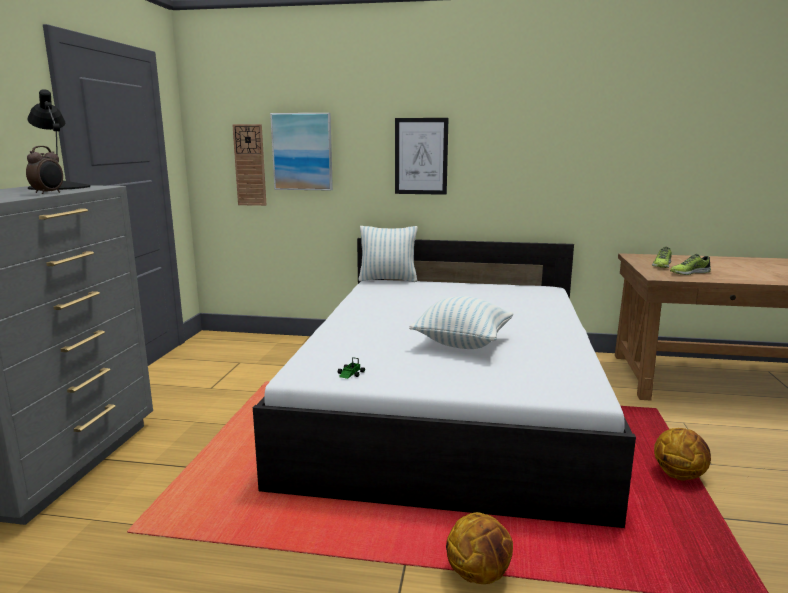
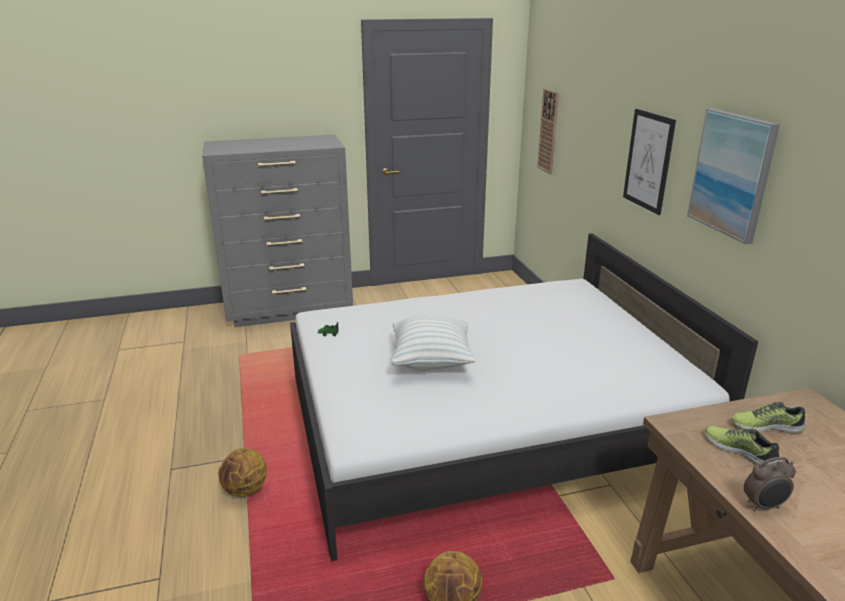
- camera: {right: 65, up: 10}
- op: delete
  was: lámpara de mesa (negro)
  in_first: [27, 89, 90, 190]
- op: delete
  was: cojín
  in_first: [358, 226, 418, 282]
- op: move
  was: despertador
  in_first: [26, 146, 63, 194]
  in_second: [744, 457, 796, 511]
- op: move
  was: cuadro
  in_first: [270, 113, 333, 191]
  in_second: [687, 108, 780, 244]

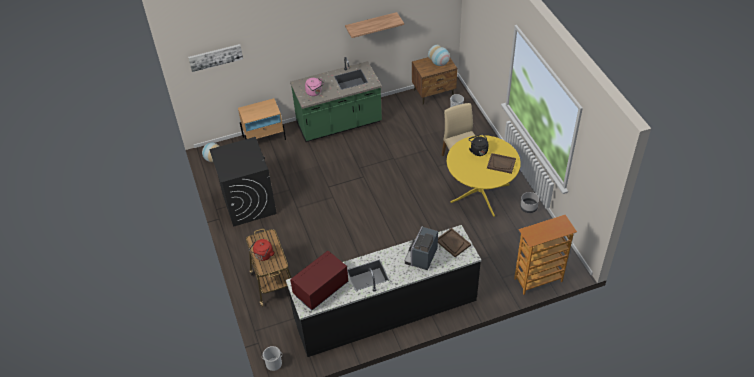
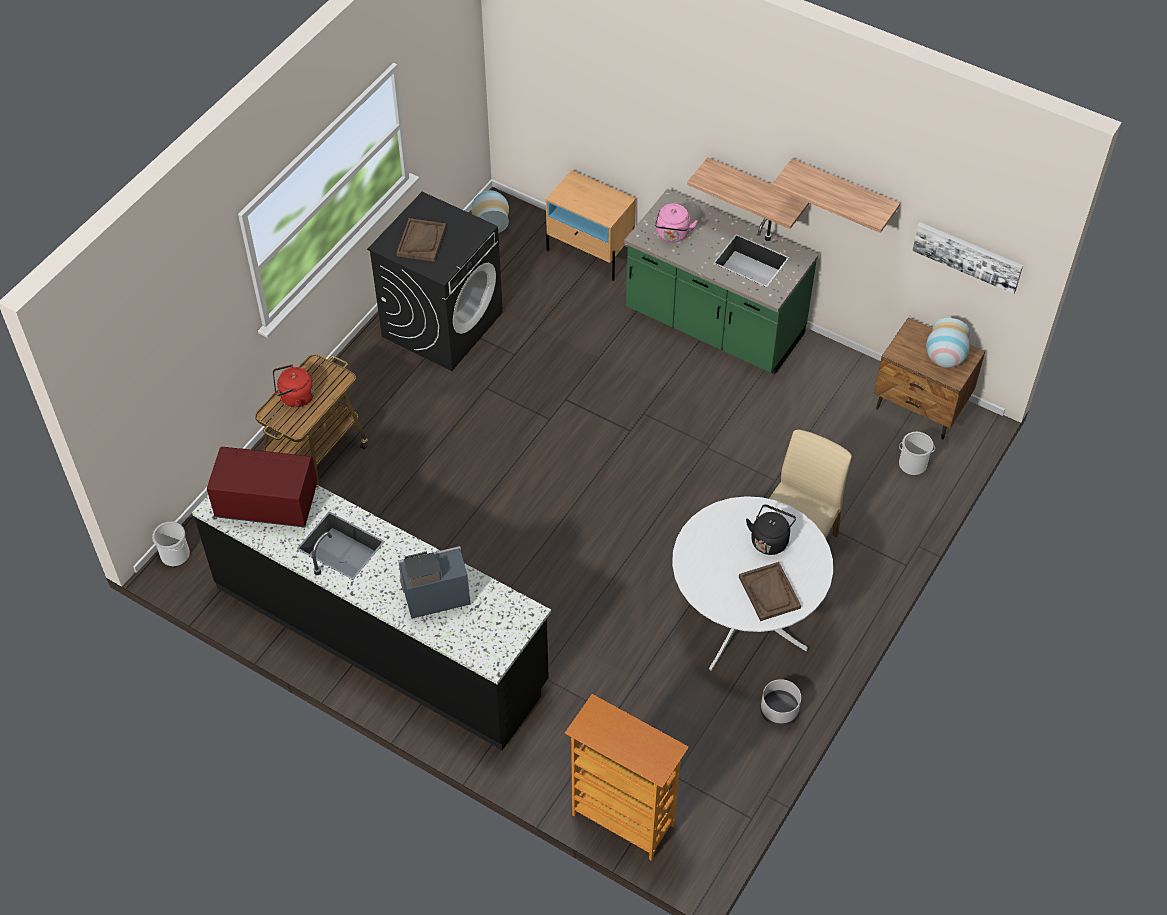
- camera: {right: 50, up: 5}
- op: insert
  now: estante
  in_second: [687, 157, 810, 229]
- op: move
  was: cuadro
  in_first: [188, 44, 243, 72]
  in_second: [912, 222, 1023, 294]
- op: move
  was: bandeja (marrón)
  in_first: [438, 228, 471, 257]
  in_second: [397, 218, 446, 262]
- op: recolor
  was: mesa de comedor (amarillo)
  now: mesa de comedor (blanco)
  in_first: [447, 135, 521, 217]
  in_second: [672, 496, 833, 671]

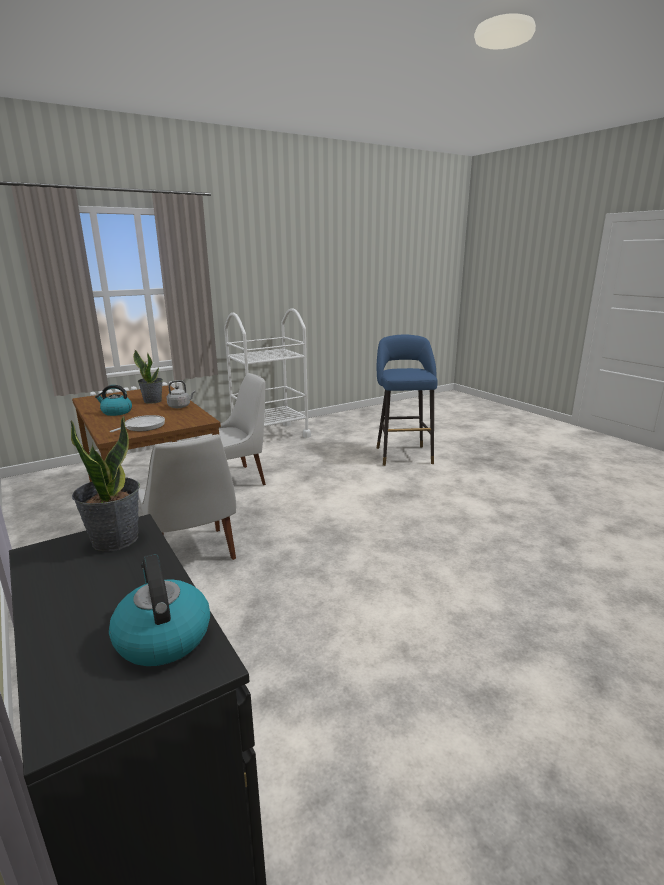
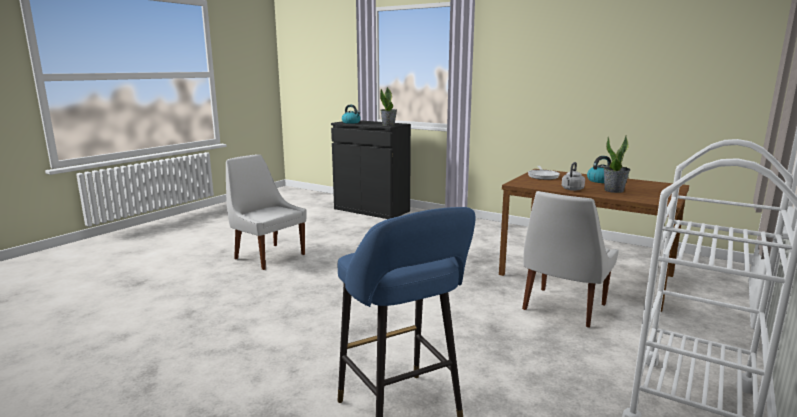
- camera: {right: 155, up: -5}
- op: move
  was: silla (blanco)
  in_first: [138, 434, 236, 560]
  in_second: [226, 154, 307, 270]

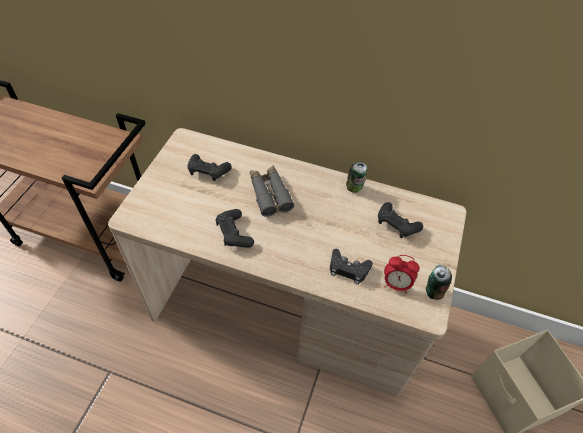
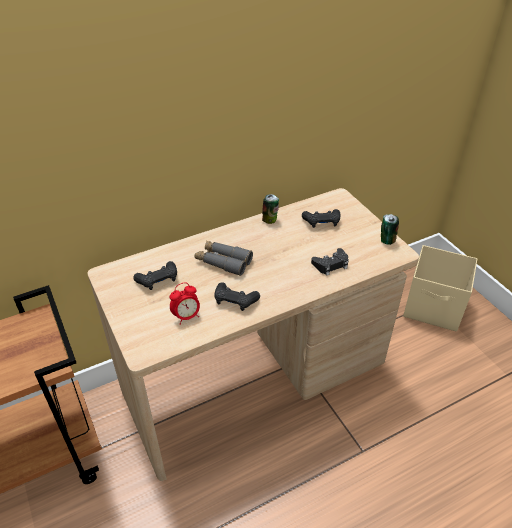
- camera: {right: -45, up: -10}
- op: move
  was: despertador
  in_first: [384, 255, 419, 294]
  in_second: [169, 283, 200, 325]

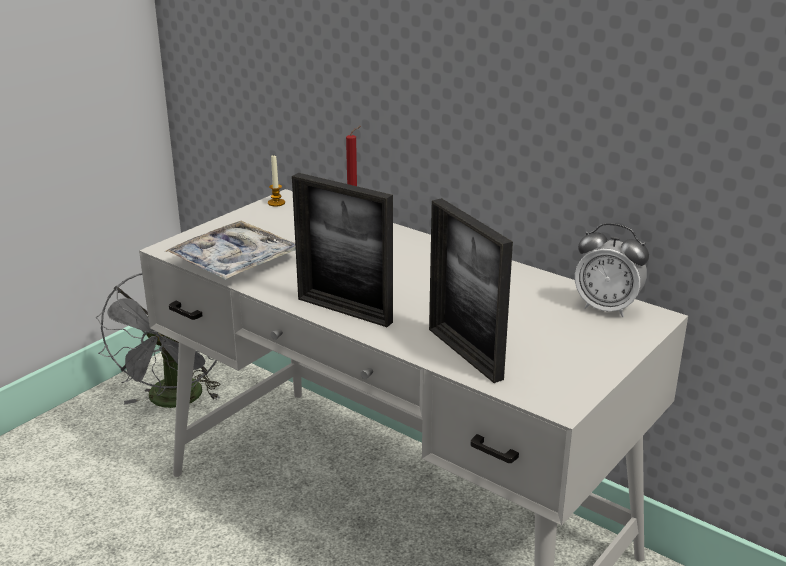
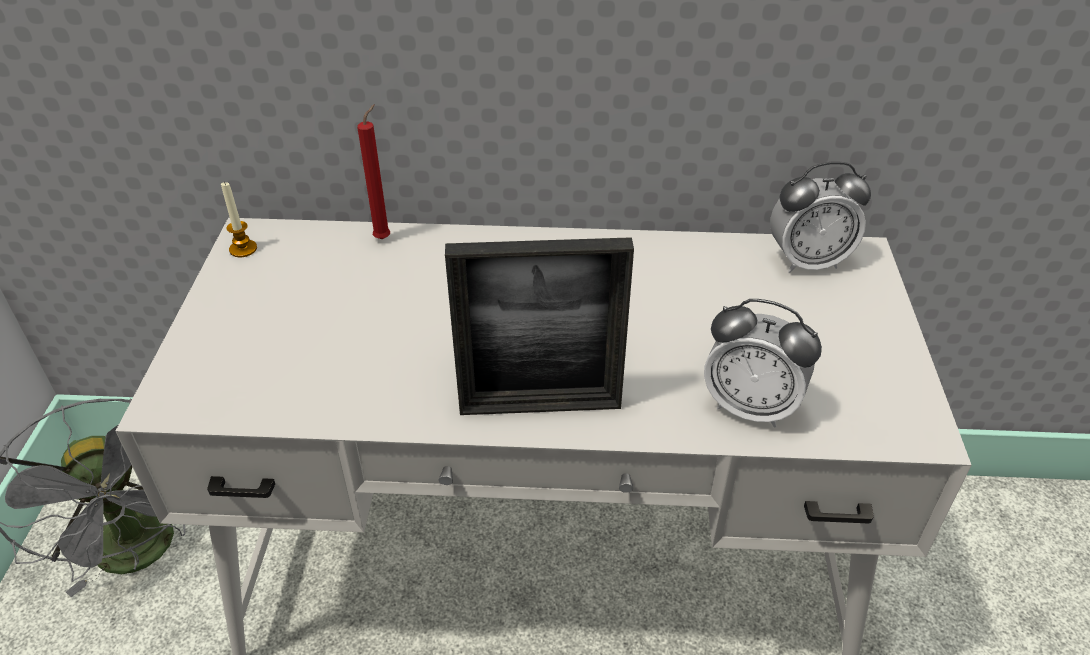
- camera: {right: -35, up: 15}
- op: delete
  was: bandeja
  in_first: [165, 221, 296, 280]
- op: replace
  was: portarretratos
  now: despertador
  in_first: [429, 198, 513, 383]
  in_second: [704, 299, 822, 428]

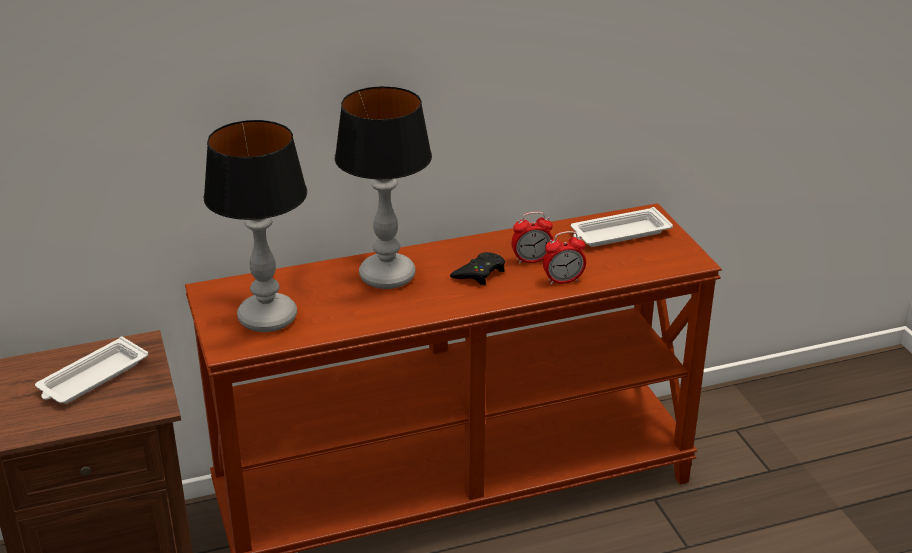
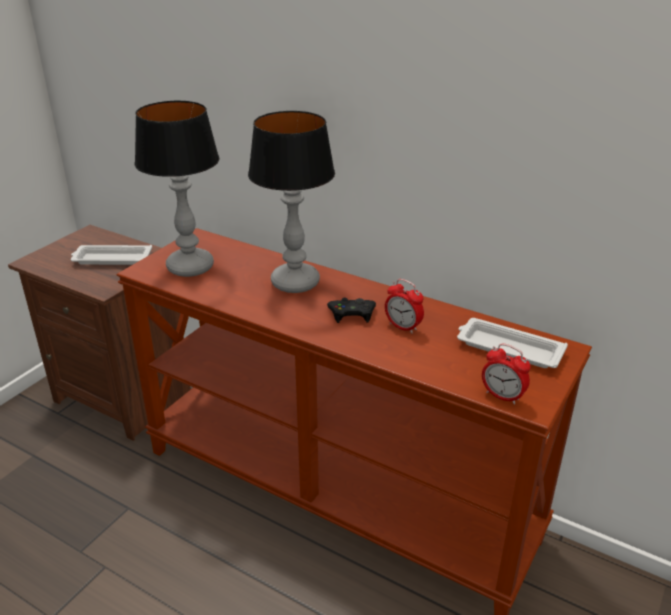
- camera: {right: 50, up: 0}
- op: move
  was: despertador
  in_first: [543, 231, 586, 285]
  in_second: [482, 344, 531, 405]

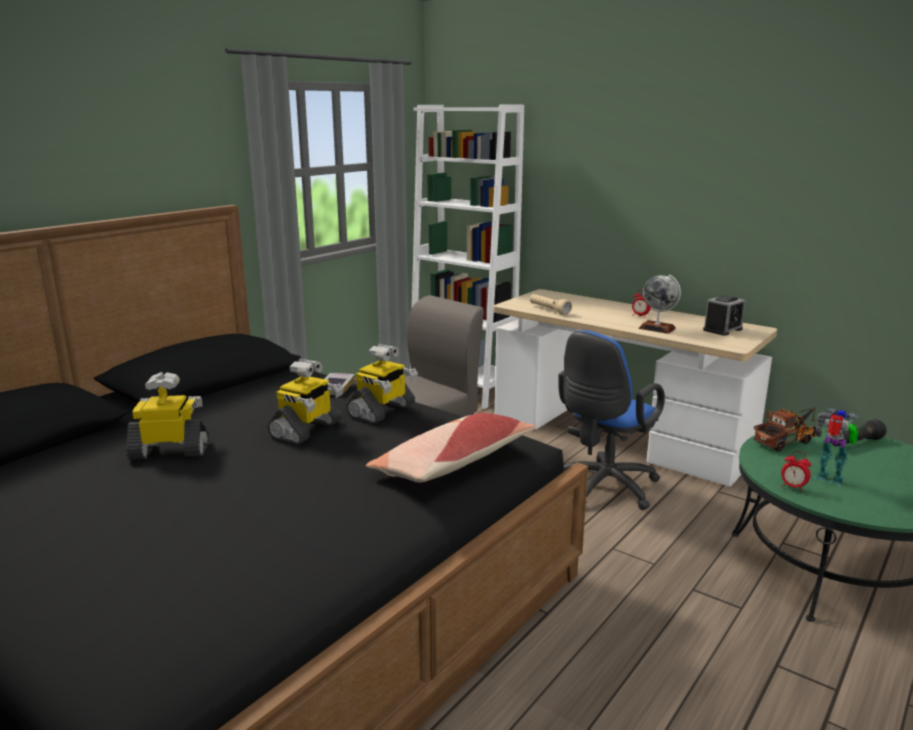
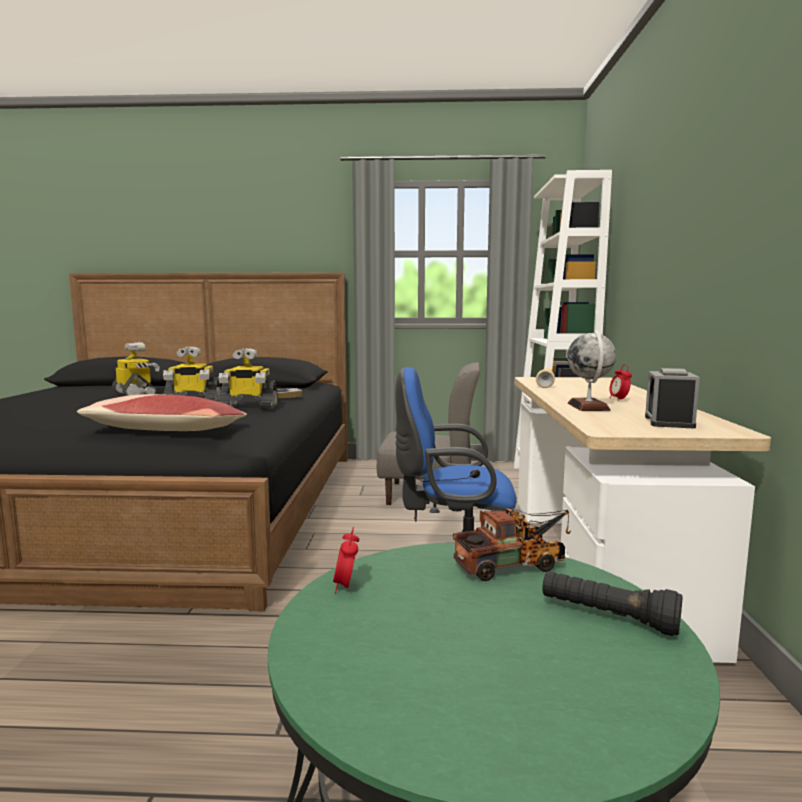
- camera: {right: 55, up: -10}
- op: delete
  was: robot de juguete
  in_first: [813, 408, 860, 486]
- op: rotate
  was: despertador
  in_first: [703, 295, 746, 336]
  in_second: [645, 368, 700, 428]
  clockwise: 90
- op: rotate
  was: camión de juguete
  in_first: [753, 407, 816, 452]
  in_second: [453, 508, 571, 581]
  clockwise: -45

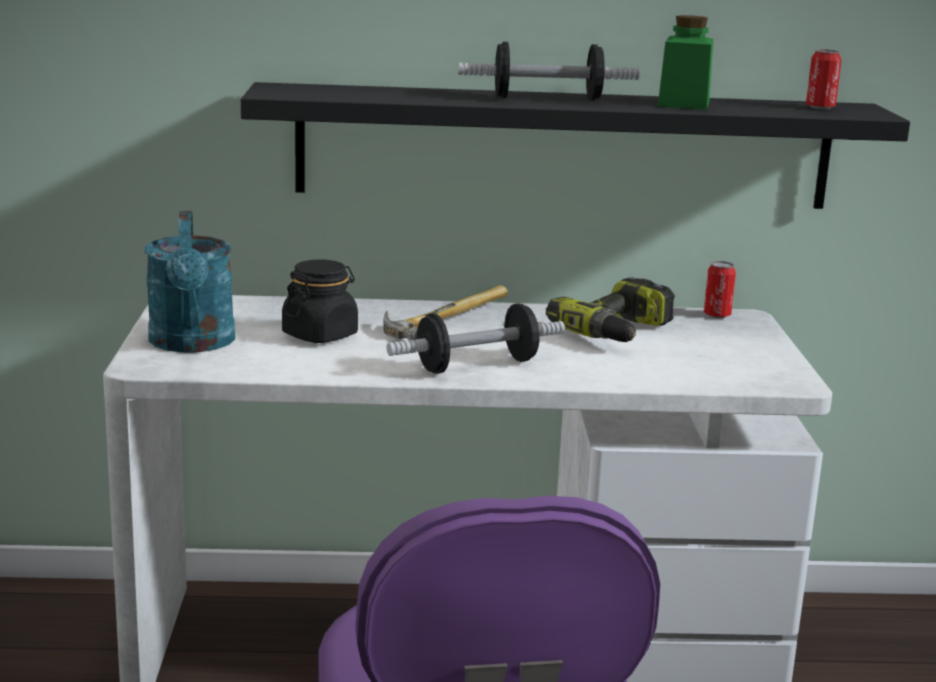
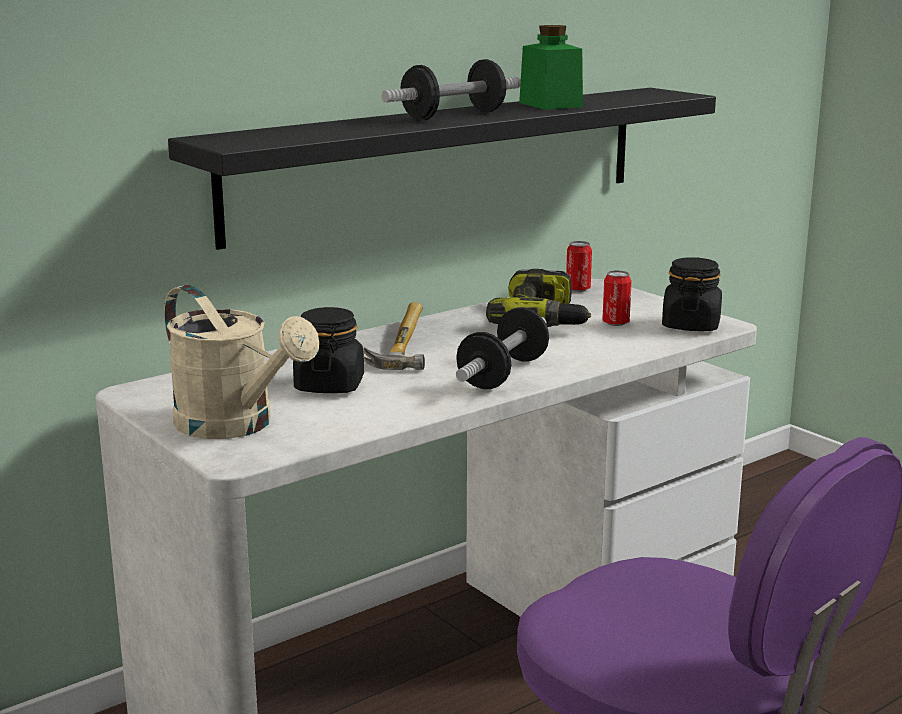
- camera: {right: -35, up: 0}
- op: insert
  now: tarro (negro)
  in_second: [662, 257, 722, 331]
- op: move
  was: lata
  in_first: [806, 49, 842, 109]
  in_second: [602, 270, 632, 326]
- op: recolor
  was: regadera (turquesa)
  now: regadera (beis)
  in_first: [145, 211, 235, 353]
  in_second: [164, 285, 319, 439]

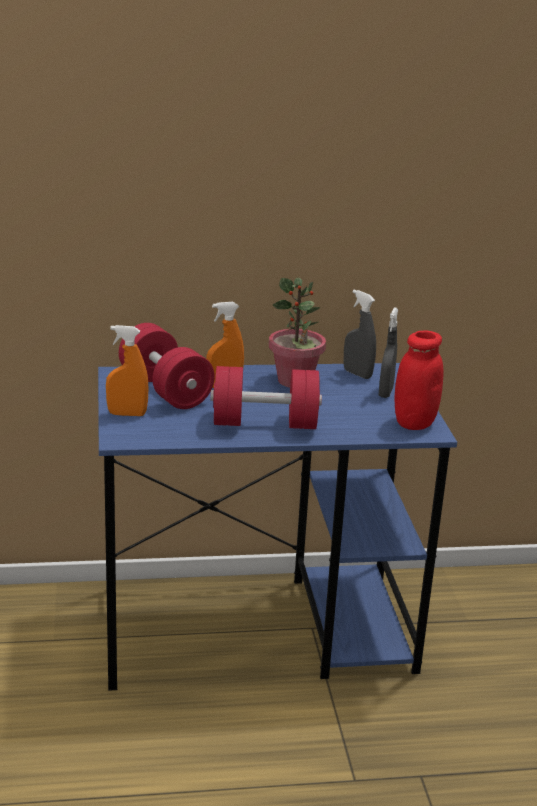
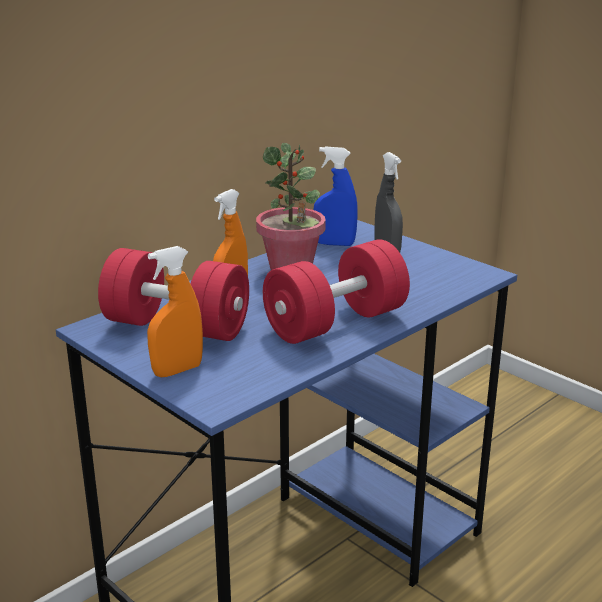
- camera: {right: -35, up: 0}
- op: delete
  was: tarro (rojo)
  in_first: [394, 331, 444, 430]
- op: recolor
  was: pulverizador (gris)
  now: pulverizador (azul)
  in_first: [344, 289, 376, 379]
  in_second: [313, 147, 358, 246]

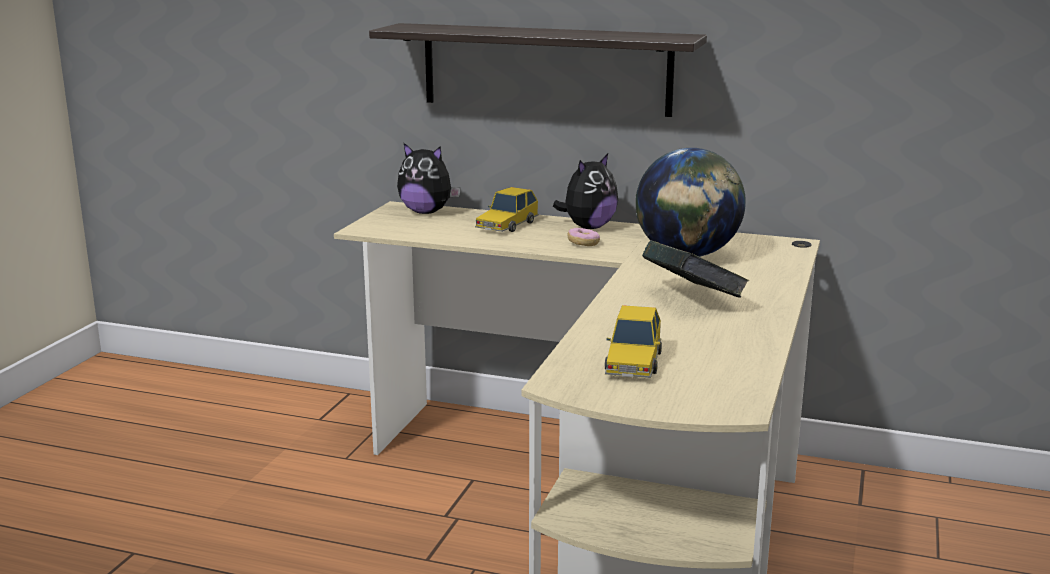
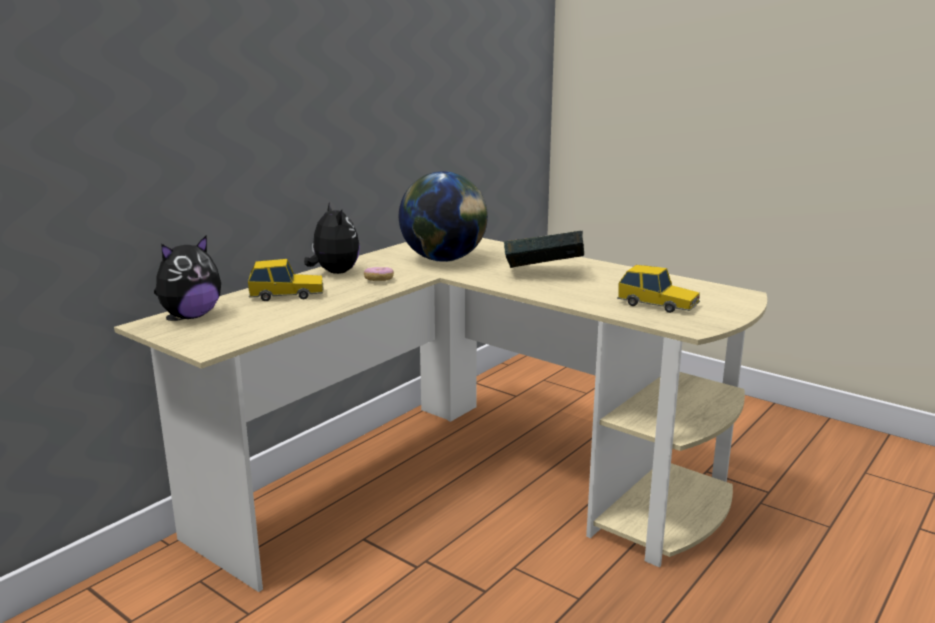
- camera: {right: -70, up: 0}
- op: delete
  was: estante
  in_first: [369, 23, 707, 117]
- op: rotate
  was: coche de juguete
  in_first: [475, 187, 539, 232]
  in_second: [248, 259, 323, 301]
  clockwise: -60

